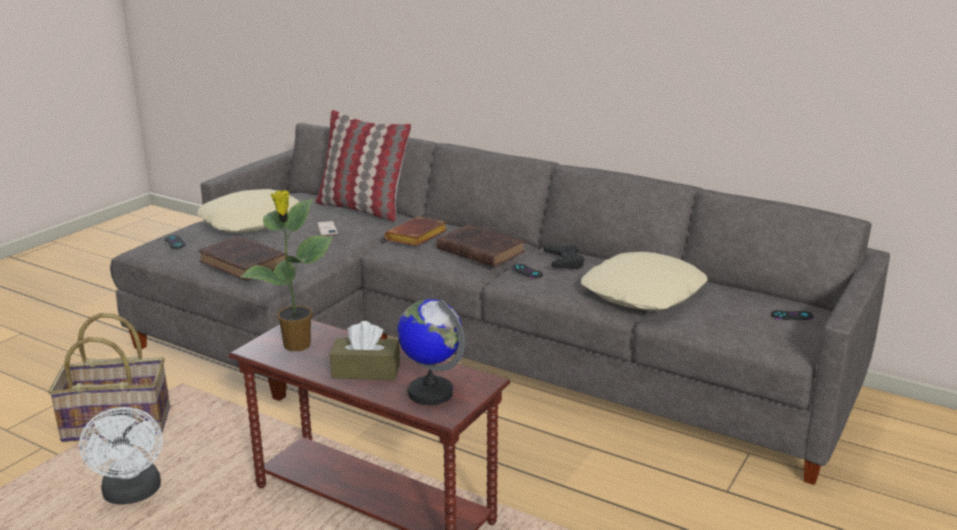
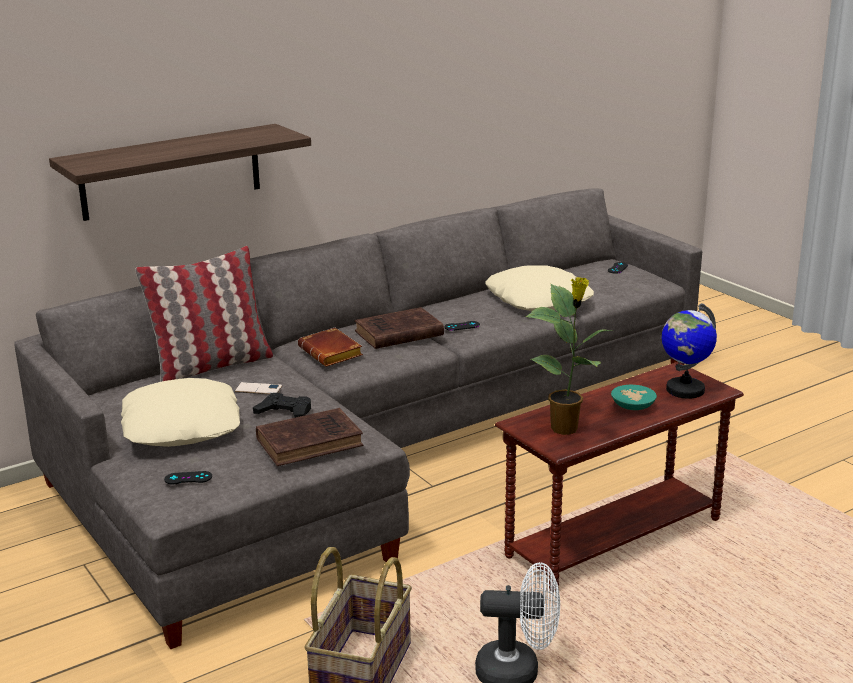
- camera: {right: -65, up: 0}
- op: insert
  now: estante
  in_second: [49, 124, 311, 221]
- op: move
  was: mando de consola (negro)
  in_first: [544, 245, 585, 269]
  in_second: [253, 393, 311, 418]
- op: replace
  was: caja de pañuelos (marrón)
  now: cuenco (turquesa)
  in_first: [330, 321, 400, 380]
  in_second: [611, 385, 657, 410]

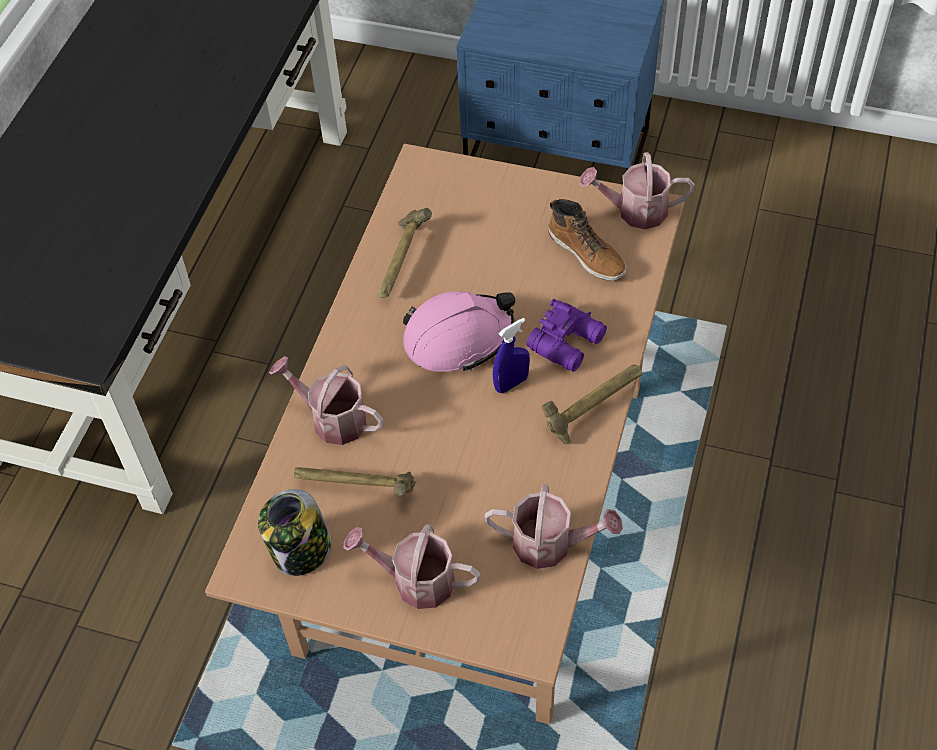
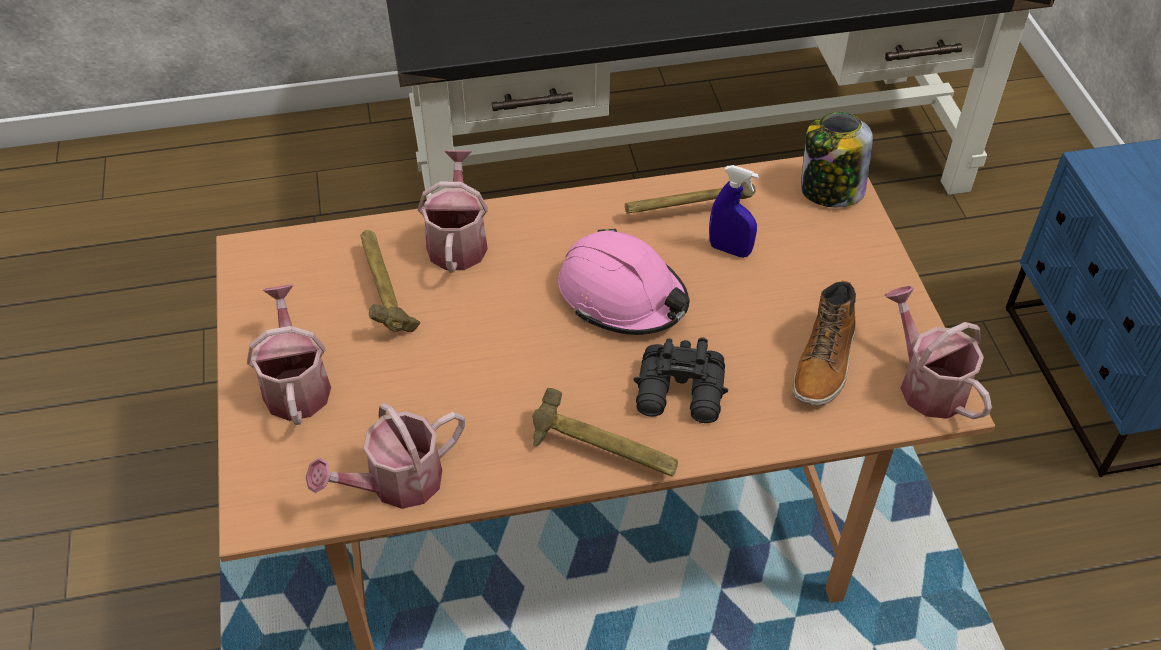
- camera: {right: 60, up: -5}
- op: move
  was: tarro
  in_first: [258, 489, 332, 576]
  in_second: [801, 112, 873, 207]
- op: move
  was: pulverizador (azul)
  in_first: [493, 318, 530, 393]
  in_second: [709, 165, 759, 258]
- op: recolor
  was: prismáticos (morado)
  now: prismáticos (negro)
  in_first: [526, 299, 607, 372]
  in_second: [634, 337, 728, 423]
- op: rotate
  was: regadera
  in_first: [485, 484, 623, 569]
  in_second: [306, 403, 465, 509]
  clockwise: 75

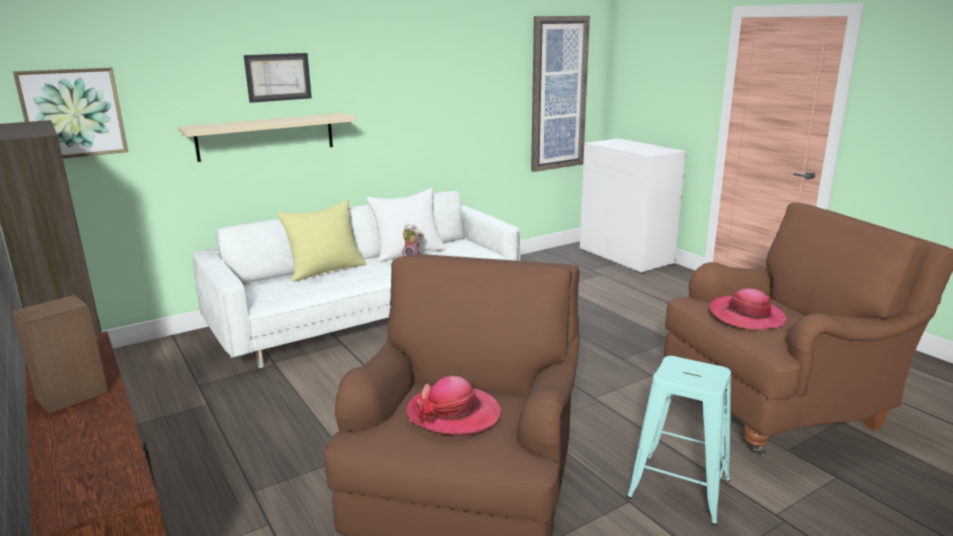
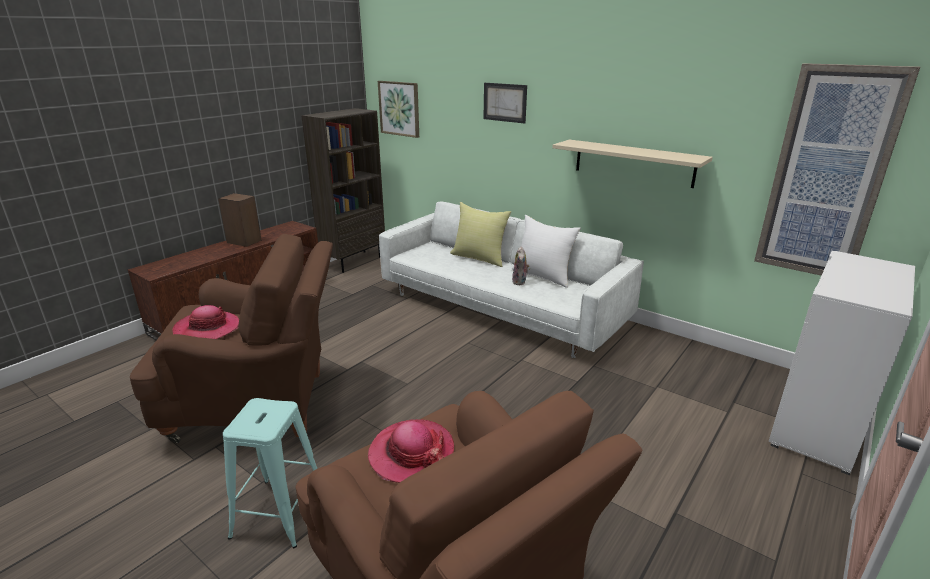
- camera: {right: 70, up: 5}
- op: move
  was: estante (beis)
  in_first: [178, 113, 357, 162]
  in_second: [552, 140, 713, 188]

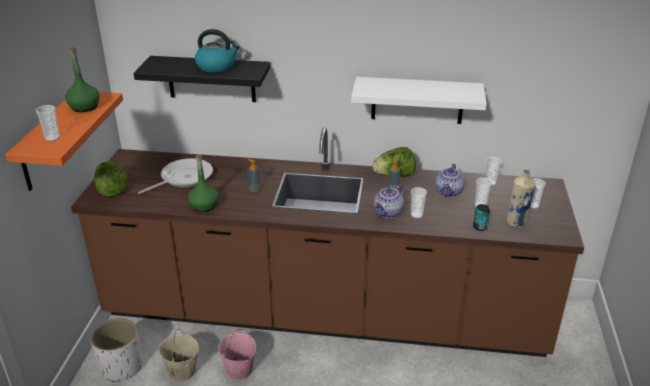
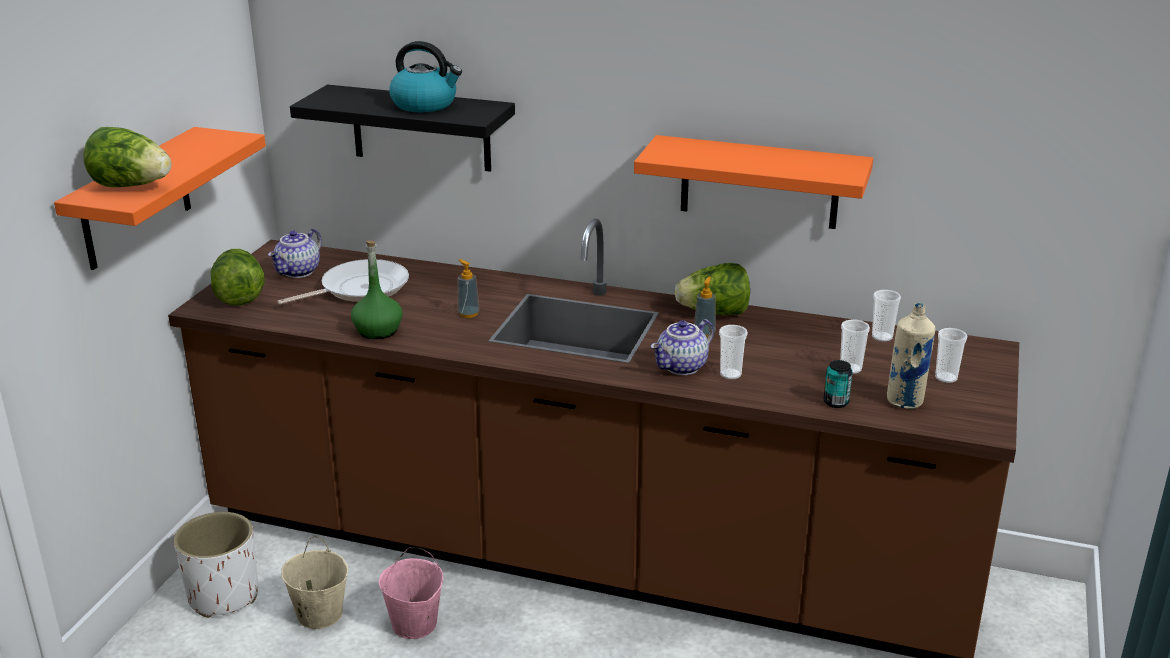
- camera: {right: 10, up: -5}
- op: delete
  was: botella (verde)
  in_first: [65, 46, 100, 112]
- op: move
  was: tetera
  in_first: [435, 164, 464, 197]
  in_second: [268, 228, 322, 278]
- op: replace
  was: taza
  now: lechuga
  in_first: [36, 105, 60, 141]
  in_second: [83, 127, 172, 187]
- op: recolor
  was: estante (blanco)
  now: estante (naranja)
  in_first: [351, 77, 487, 124]
  in_second: [634, 135, 873, 229]

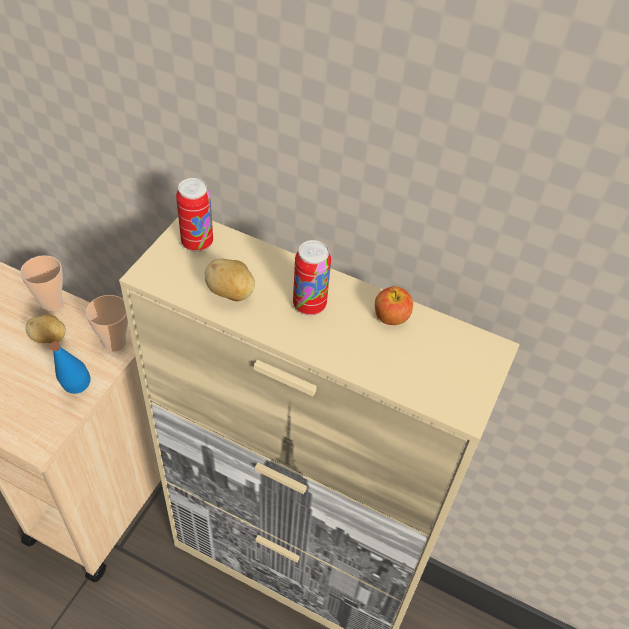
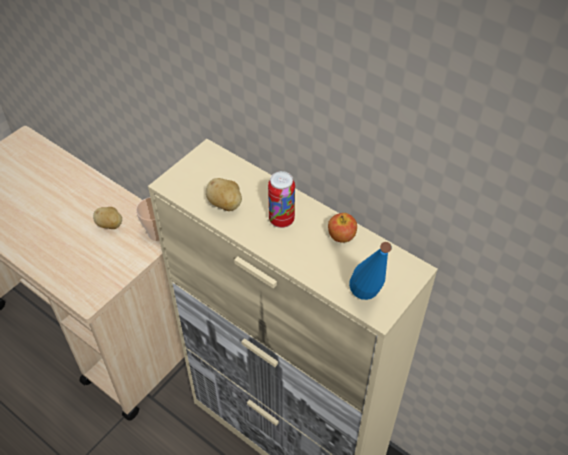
- camera: {right: 15, up: 0}
- op: delete
  was: taza
  in_first: [20, 255, 63, 311]
- op: delete
  was: lata
  in_first: [176, 178, 213, 252]
- op: move
  was: botella (azul)
  in_first: [50, 341, 90, 394]
  in_second: [349, 242, 392, 300]

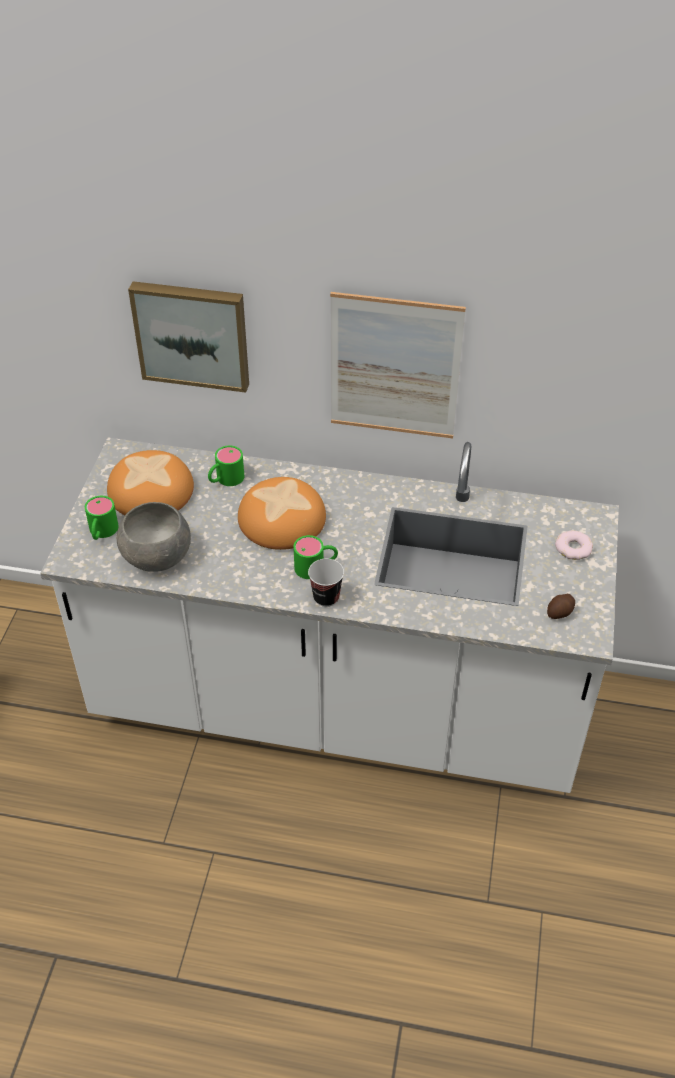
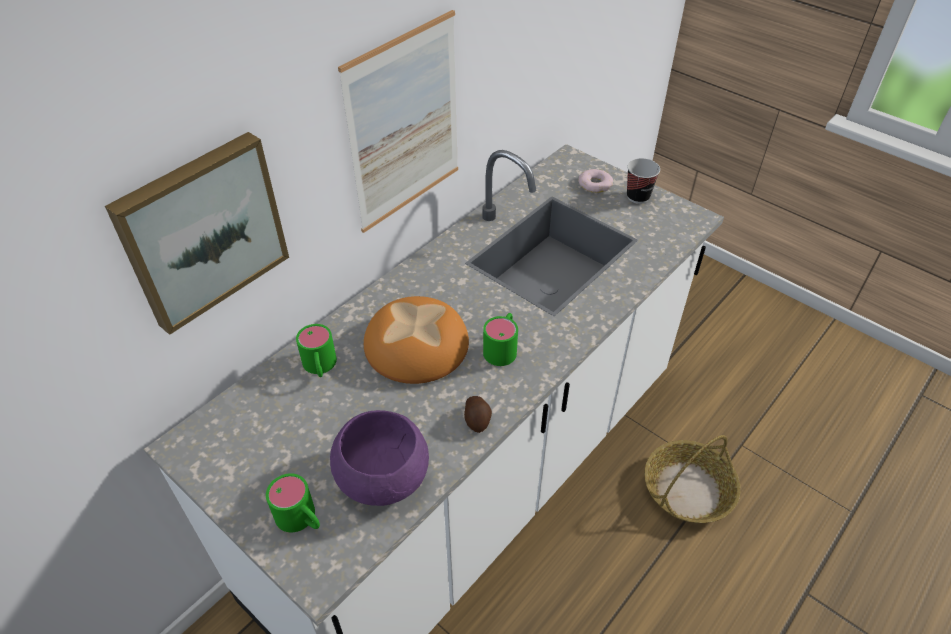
- camera: {right: -60, up: 0}
- op: delete
  was: pan
  in_first: [107, 450, 194, 515]
- op: insert
  now: cesta
  in_second: [644, 435, 741, 523]
- op: move
  was: taza
  in_first: [308, 559, 344, 607]
  in_second: [627, 158, 660, 204]
- op: move
  was: patata
  in_first: [547, 594, 575, 619]
  in_second: [464, 396, 492, 433]
- op: recolor
  was: cuenco (gris)
  now: cuenco (morado)
  in_first: [117, 502, 191, 572]
  in_second: [330, 410, 429, 506]

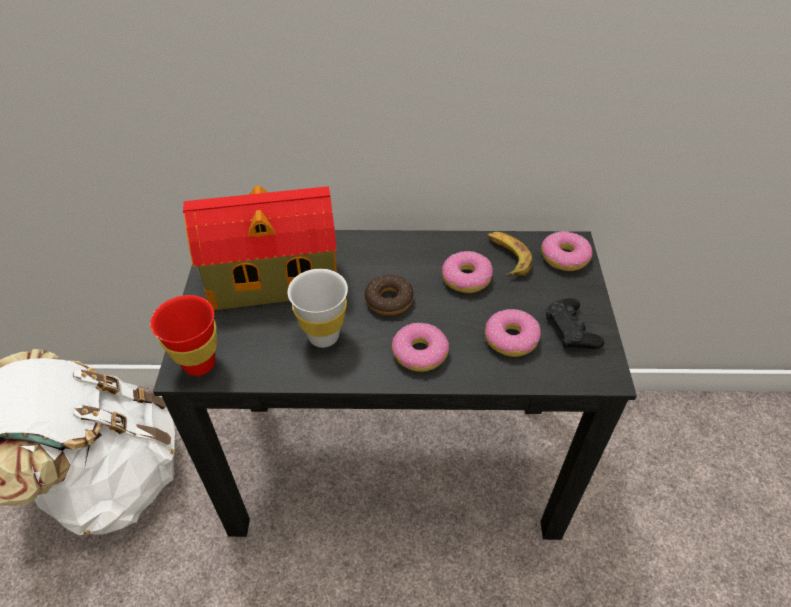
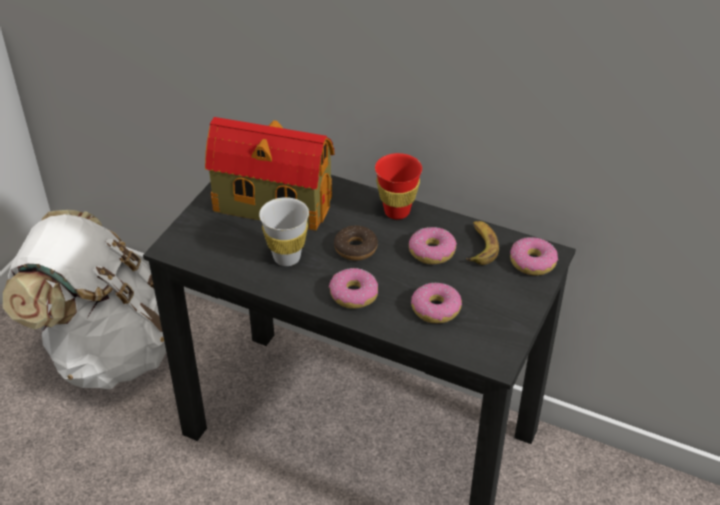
- camera: {right: 25, up: -5}
- op: delete
  was: mando de consola (negro)
  in_first: [546, 298, 604, 349]
- op: move
  was: taza (rojo)
  in_first: [150, 295, 217, 376]
  in_second: [375, 153, 422, 219]

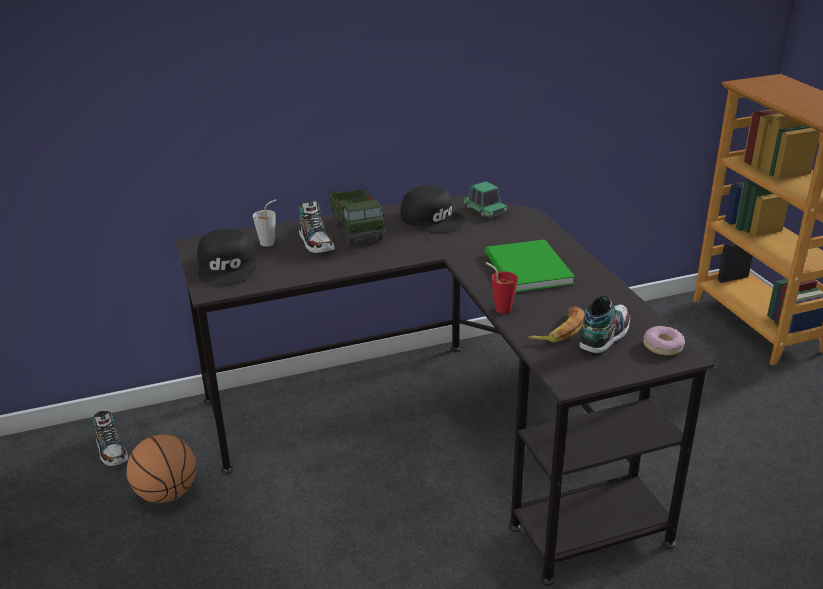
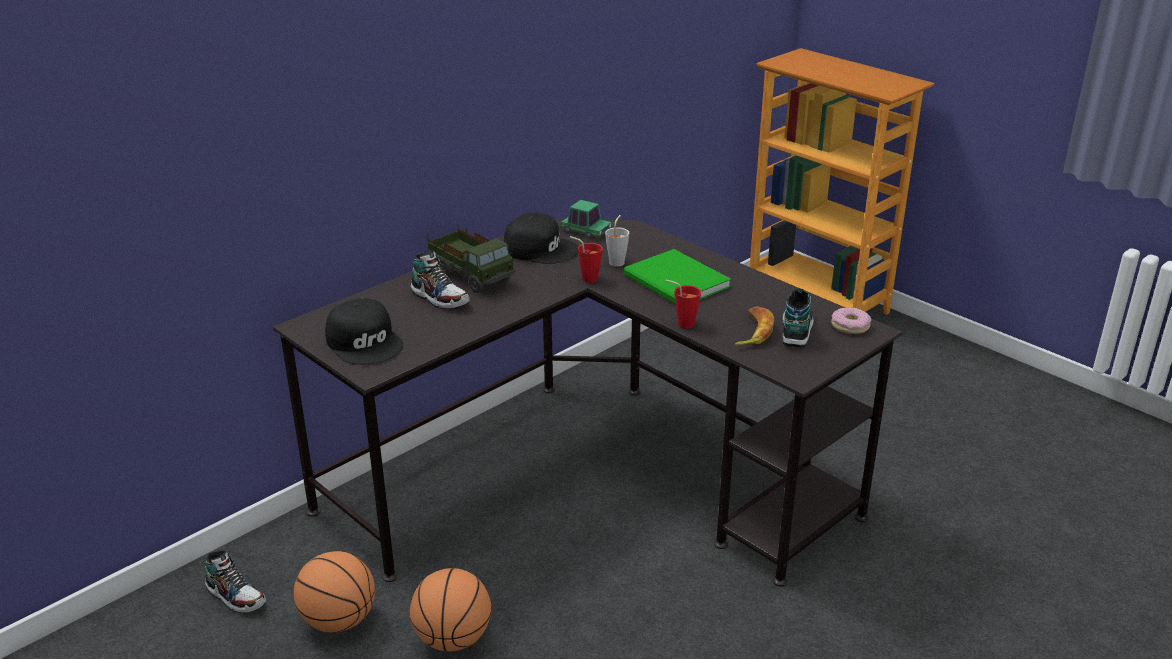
- camera: {right: -25, up: 0}
- op: insert
  now: balón de baloncesto
  in_second: [410, 568, 492, 652]
- op: insert
  now: taza (rojo)
  in_second: [570, 236, 603, 283]
- op: move
  was: taza (gris)
  in_first: [253, 199, 276, 247]
  in_second: [605, 215, 629, 267]

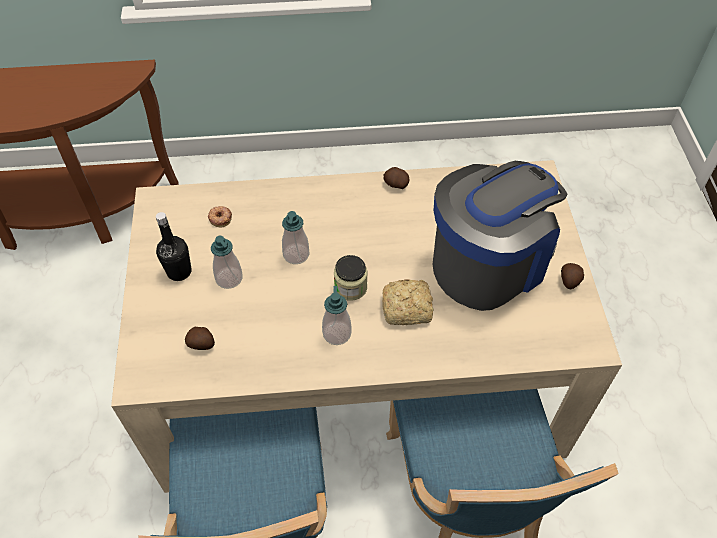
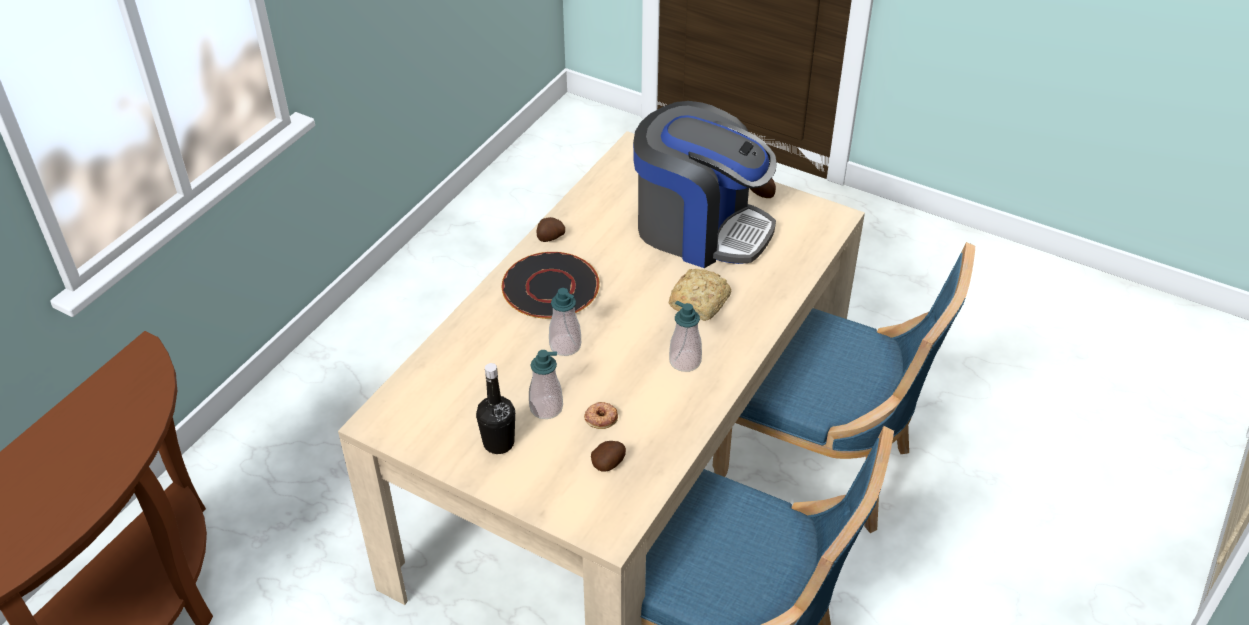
- camera: {right: -55, up: -10}
- op: delete
  was: tarro
  in_first: [334, 255, 368, 301]
- op: insert
  now: plato (negro)
  in_second: [502, 252, 600, 319]
- op: move
  was: rosquilla
  in_first: [208, 206, 232, 227]
  in_second: [584, 402, 618, 429]
- op: rotate
  was: cafetera
  in_first: [433, 161, 567, 311]
  in_second: [633, 101, 777, 268]
  clockwise: 120

